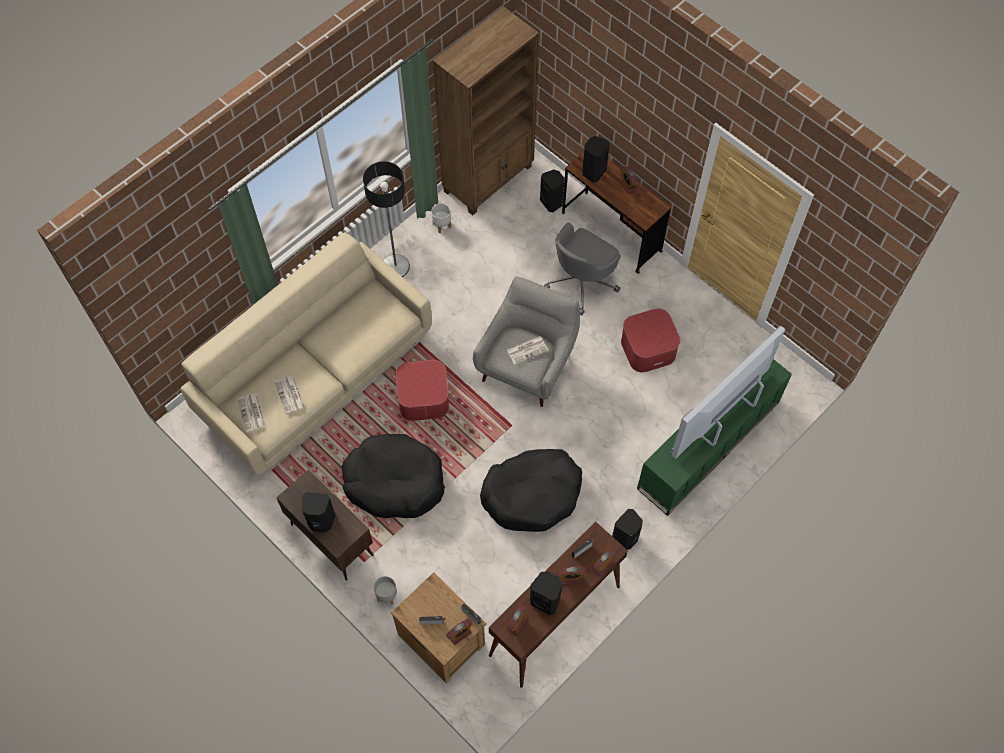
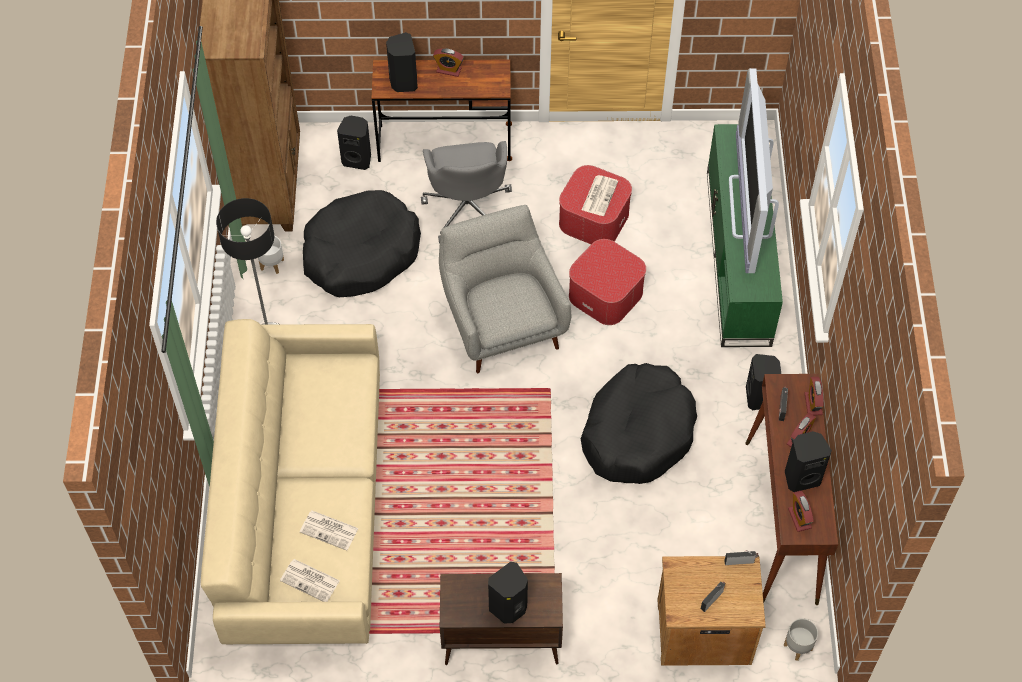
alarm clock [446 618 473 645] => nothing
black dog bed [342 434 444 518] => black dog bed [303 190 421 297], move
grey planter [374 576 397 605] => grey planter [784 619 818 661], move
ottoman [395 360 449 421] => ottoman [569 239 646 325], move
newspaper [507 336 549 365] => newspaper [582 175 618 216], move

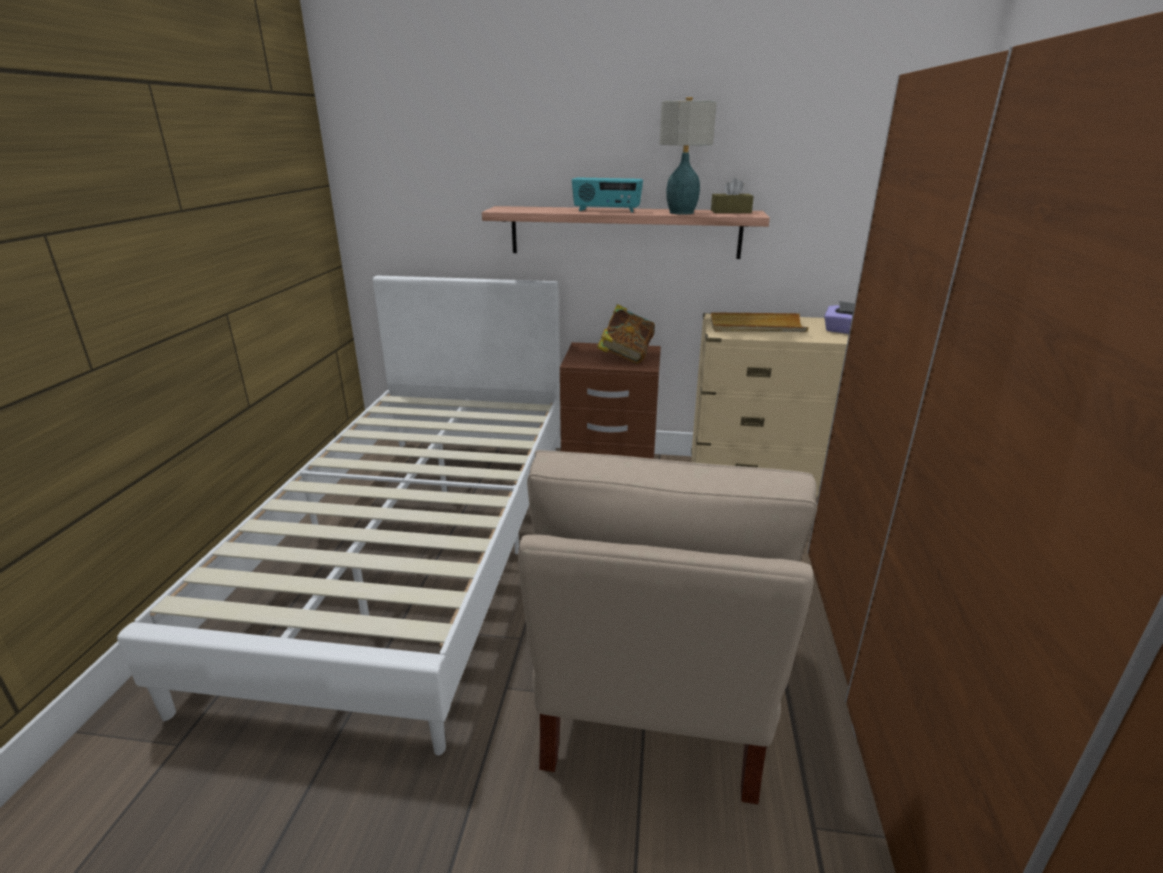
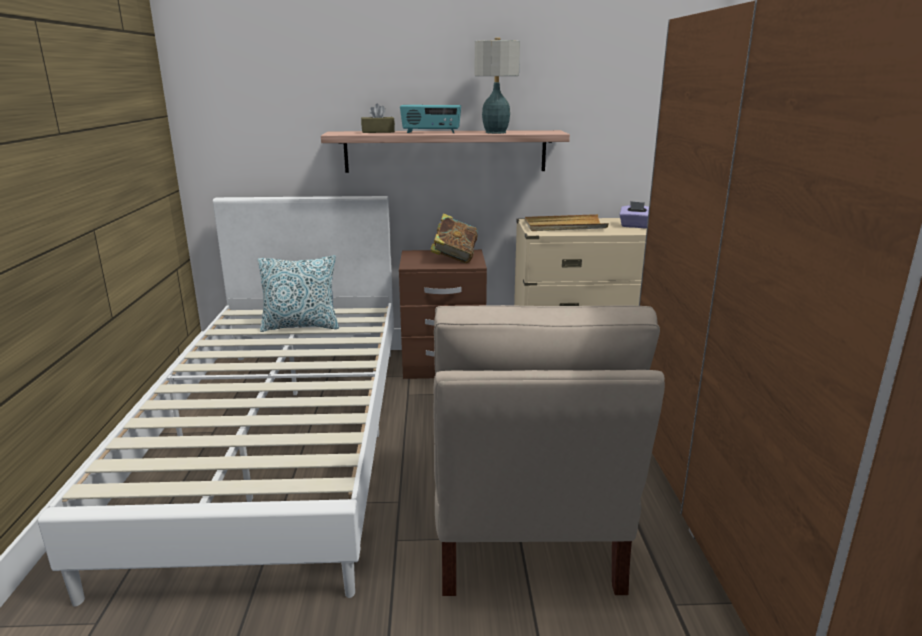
nothing => pillow [258 255 339 332]
brown tissue box [711 178 754 213] => brown tissue box [361 104 395 133], move

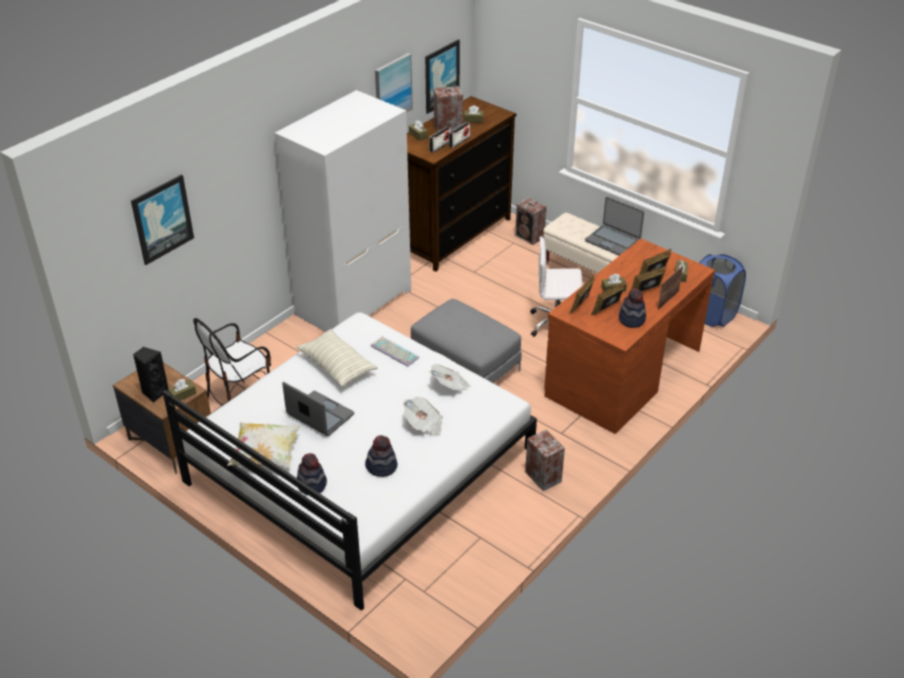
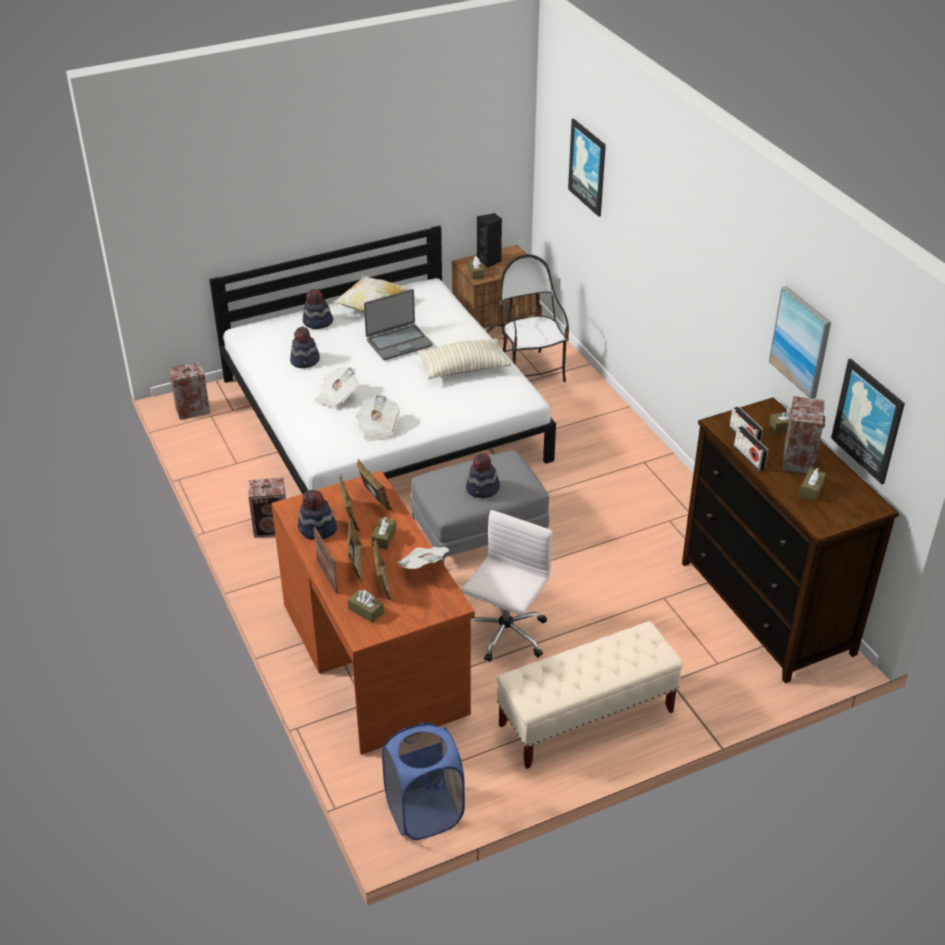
white wardrobe [275 90 411 332] => nothing
keyboard [371 336 419 367] => nothing
laptop [585 197 644 255] => nothing
nothing => newspaper [397 547 450 569]
nothing => hat [466 453 500 498]
speaker [515 197 547 245] => speaker [169 361 210 420], move

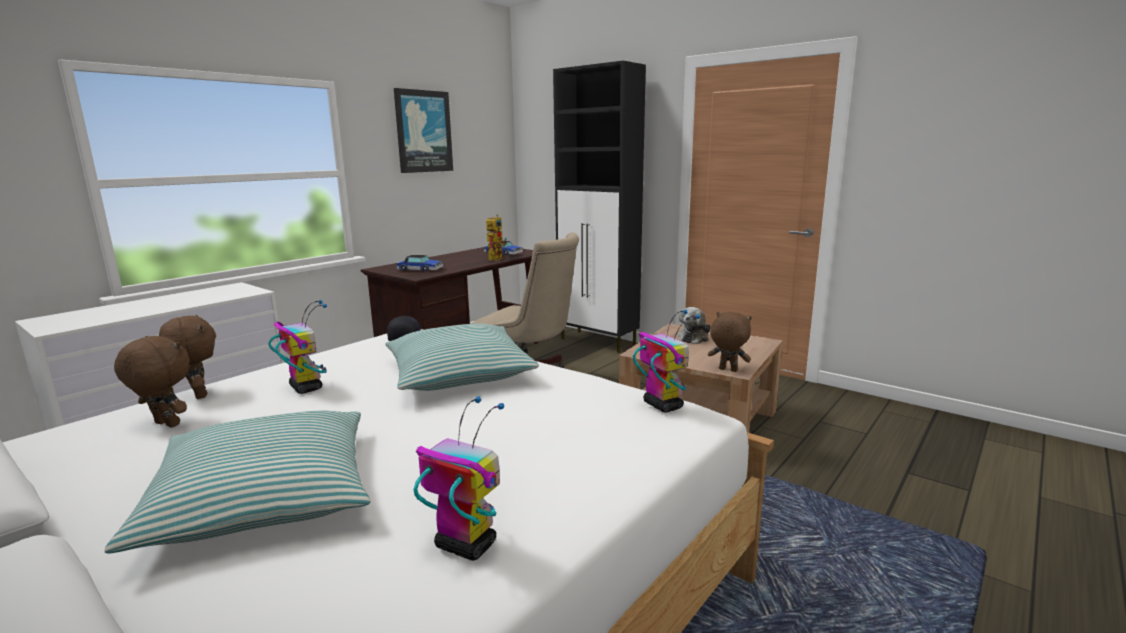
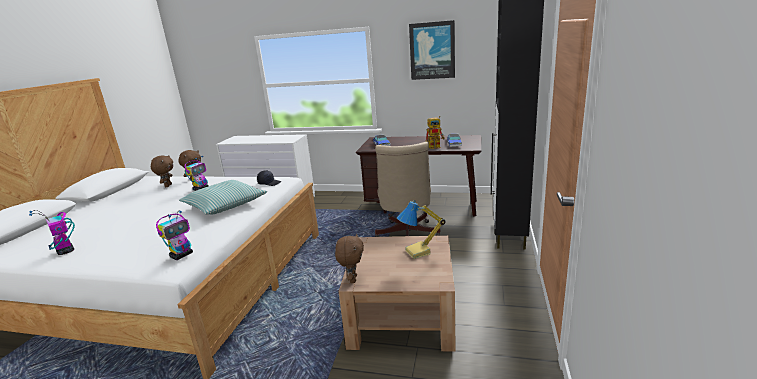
pillow [104 411 370 554] => nothing
plush toy [678 307 711 344] => table lamp [397 200 446 259]
toy robot [413 396 504 561] => toy robot [29 210 75 255], 135 degrees clockwise

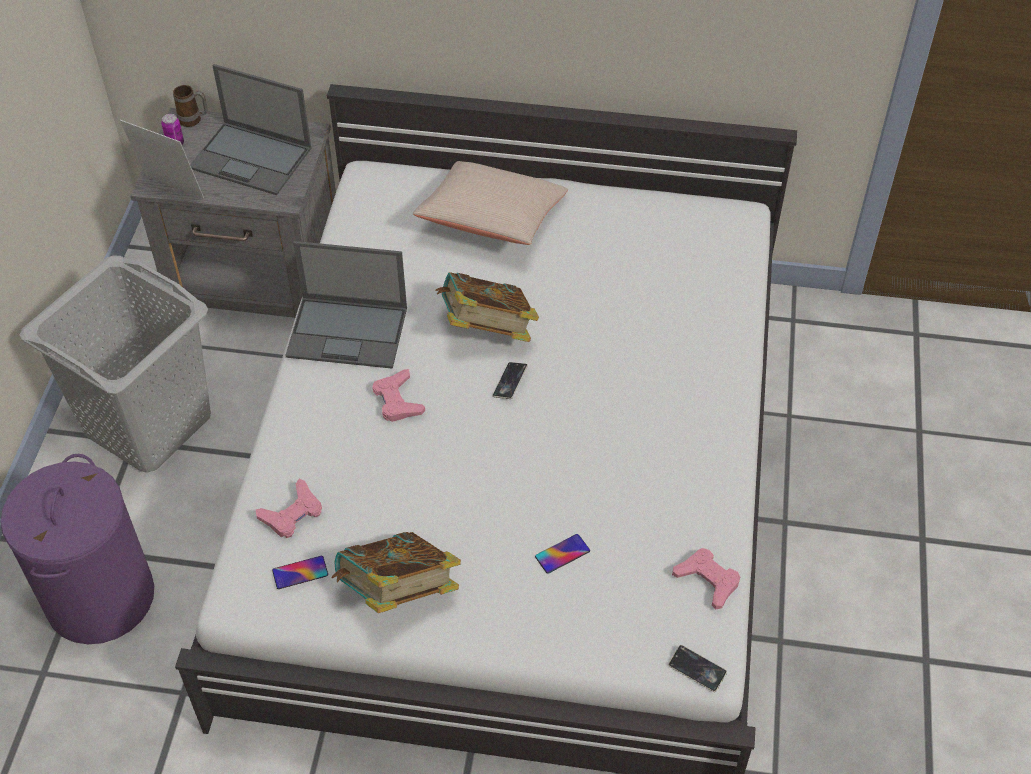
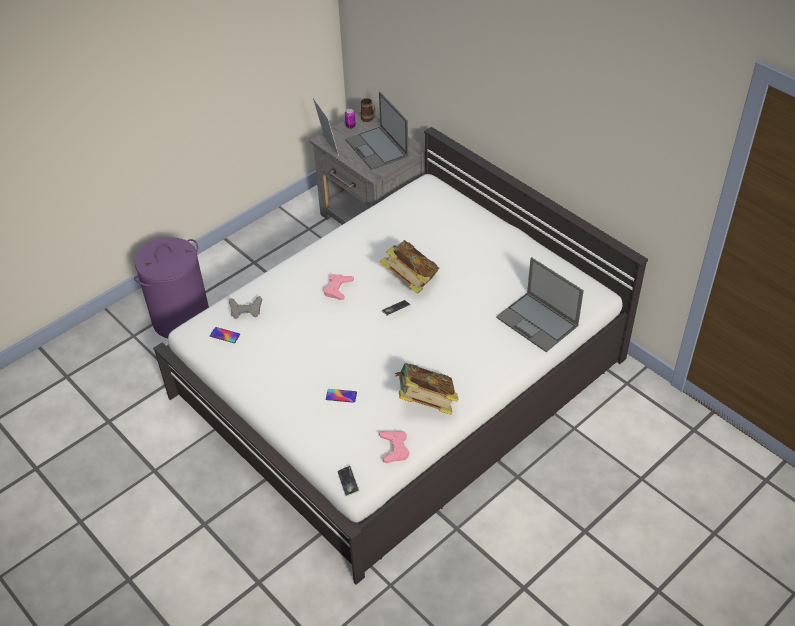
grey laundry basket [20 255 211 473] => nothing
beige pillow [413 161 568 245] => nothing
laptop [285 241 407 369] => laptop [496 257 584 352], move
book [331 532 461 613] => book [395 363 459 415], move
pink game controller [256 479 322 538] => grey game controller [229 296 262 319]

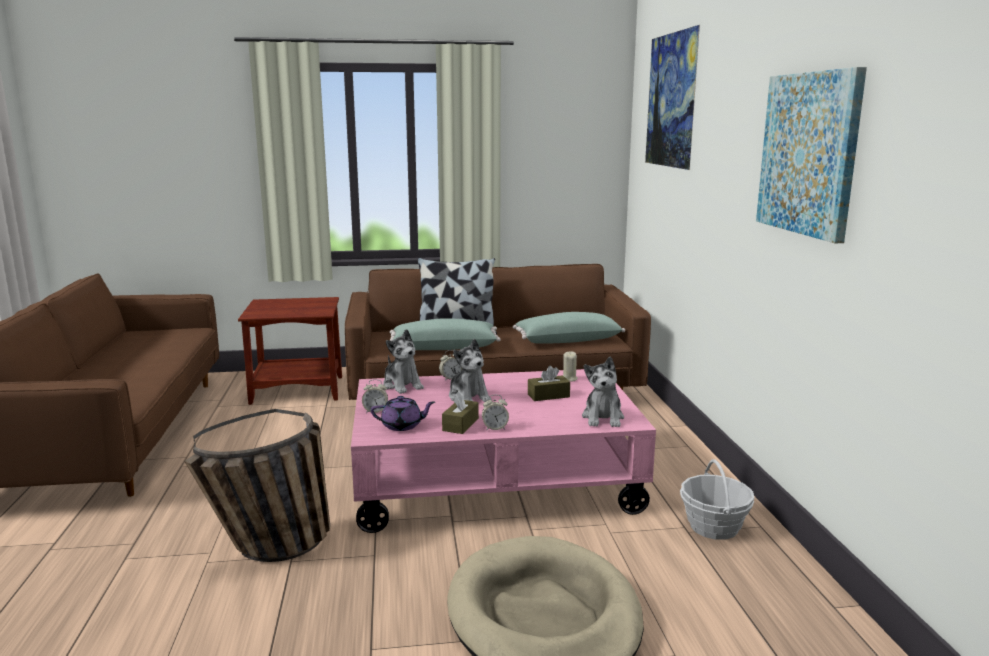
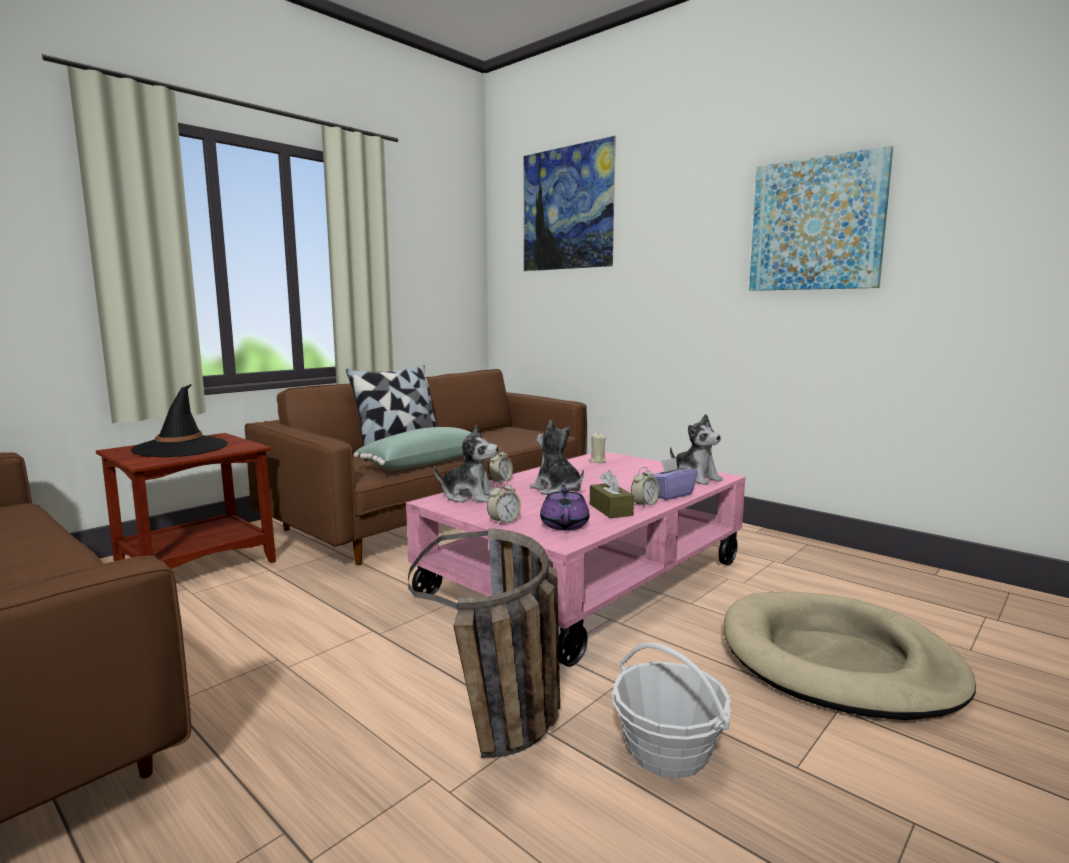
green pillow [513 312 625 344] => nothing
brown tissue box [528 366 570 401] => nothing
nothing => black hat [131 384 228 457]
nothing => purple tissue box [654 458 698 500]
basket [680 459 754 540] => basket [612 642 731 778], move
purple teapot [371 396 435 431] => purple teapot [540 485 589 531], 45 degrees counterclockwise
plush toy [449 339 491 402] => plush toy [530 420 584 495], 150 degrees counterclockwise

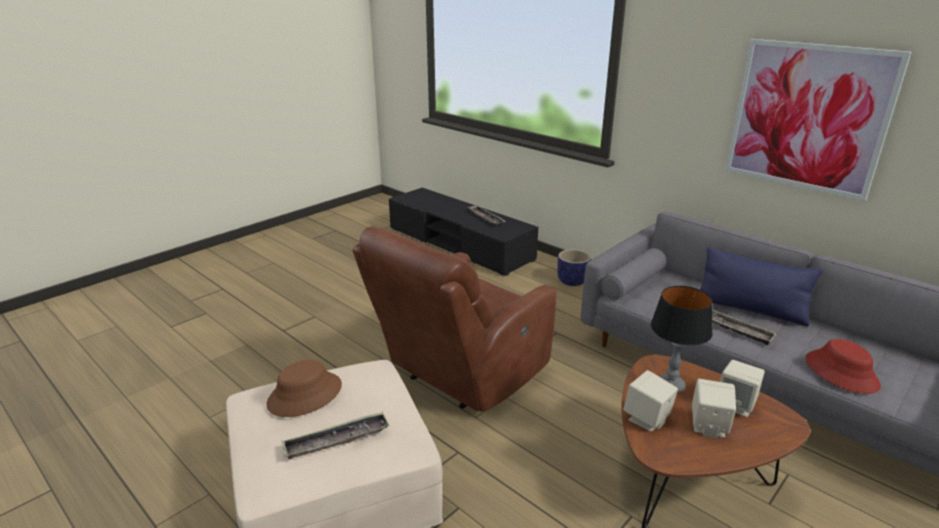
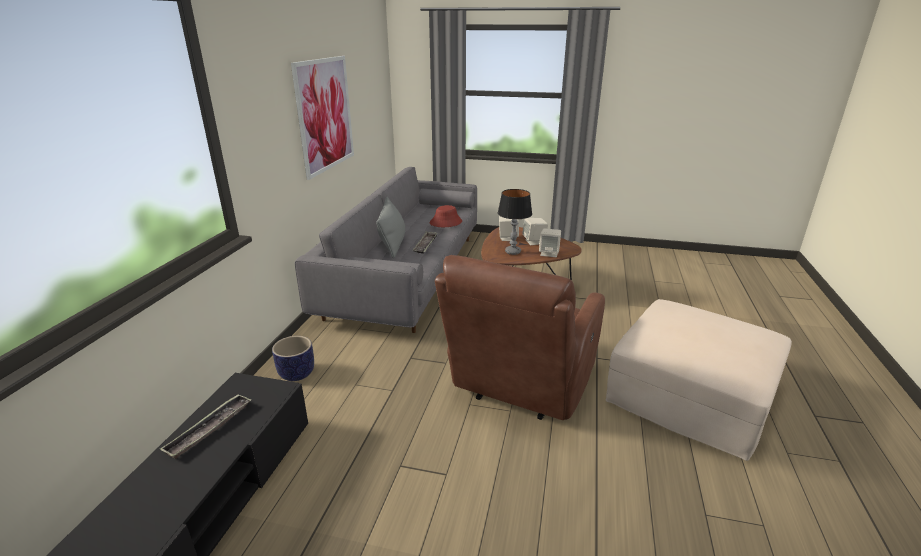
brown hat [267 359 342 417] => nothing
tray [281 412 390 459] => nothing
blue pillow [700 247 823 326] => grey pillow [376 197 405 258]
brown armchair [352 226 557 412] => brown armchair [435 255 605 420], 105 degrees clockwise

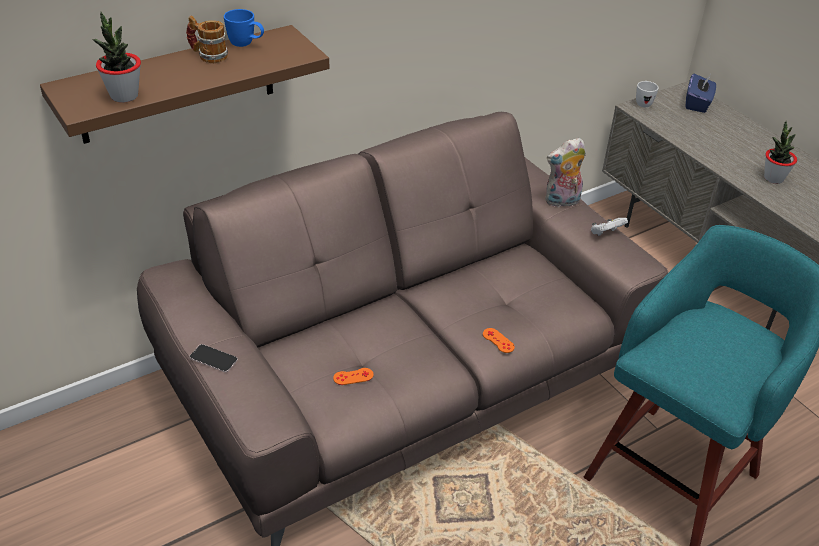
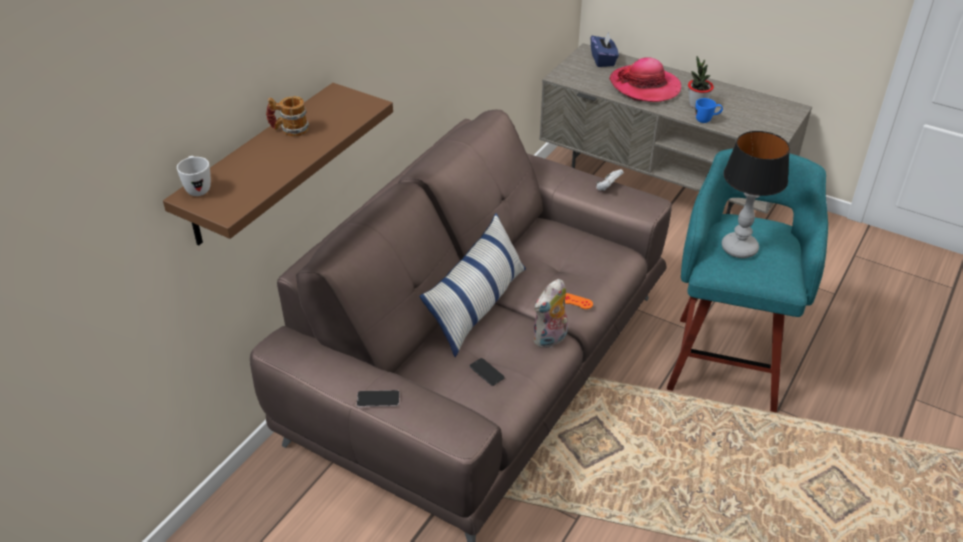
potted plant [92 12 141 103] => nothing
nothing => pillow [419 213 526 357]
nothing => hat [609 58 681 102]
nothing => table lamp [722 131 790 258]
blue mug [224 9 264 47] => blue mug [695 98 723 123], move
plush toy [545 138 586 208] => plush toy [534 279 568 348], move
white mug [636 81 659 107] => white mug [177 156 211 196], move
orange game controller [333 368 374 385] => phone [470 358 505 386]

